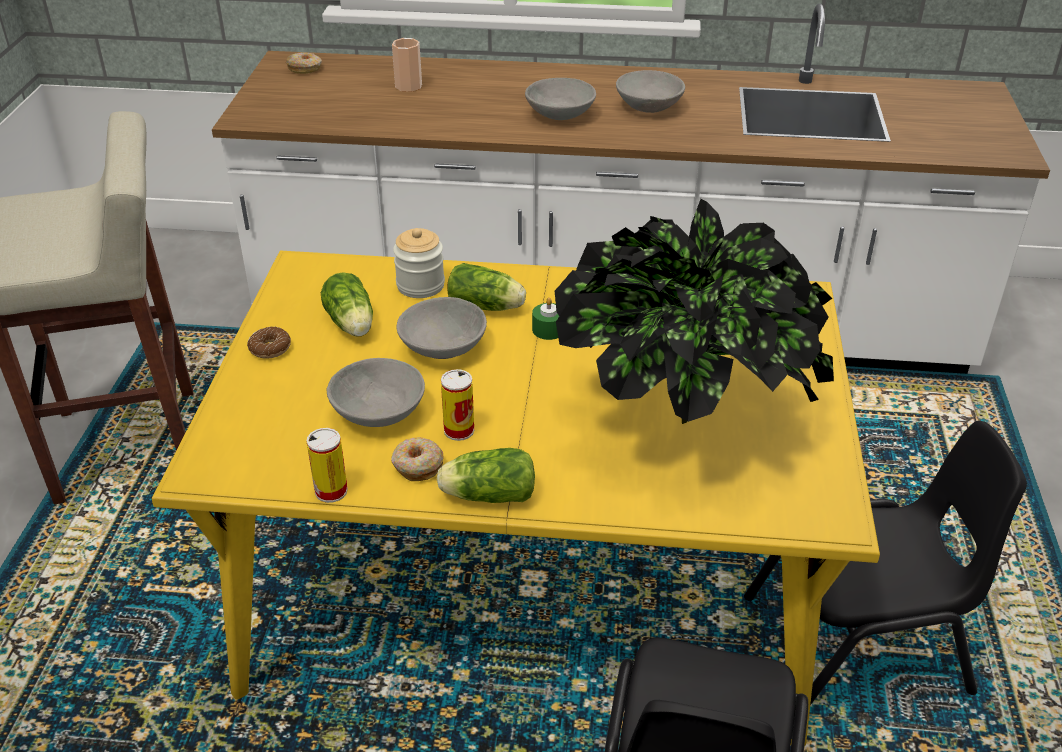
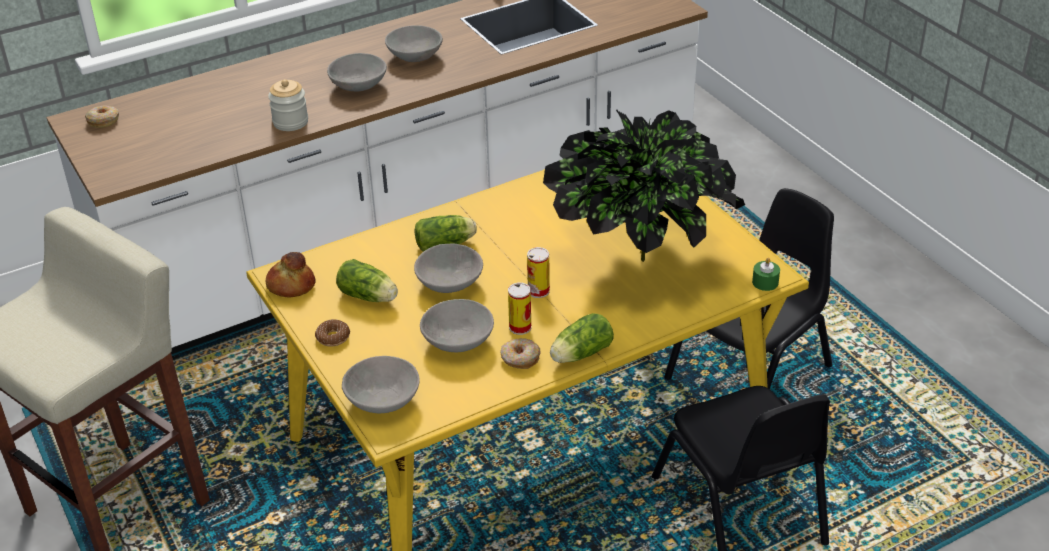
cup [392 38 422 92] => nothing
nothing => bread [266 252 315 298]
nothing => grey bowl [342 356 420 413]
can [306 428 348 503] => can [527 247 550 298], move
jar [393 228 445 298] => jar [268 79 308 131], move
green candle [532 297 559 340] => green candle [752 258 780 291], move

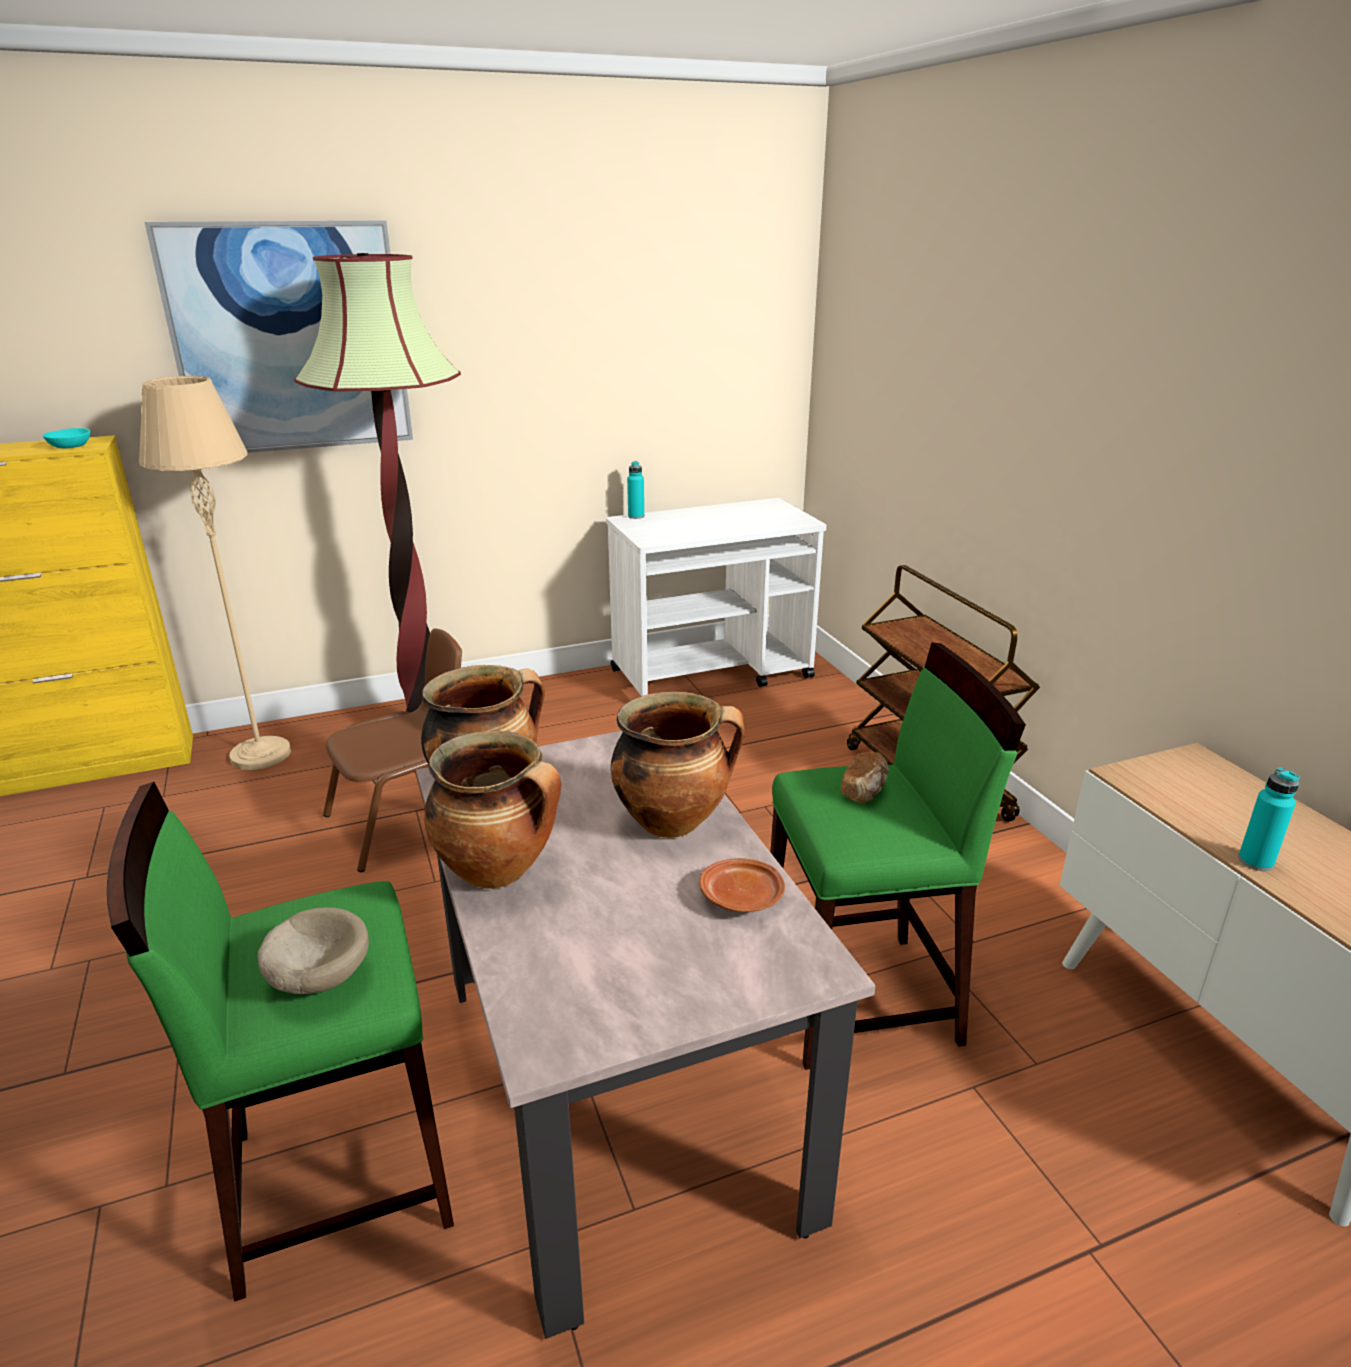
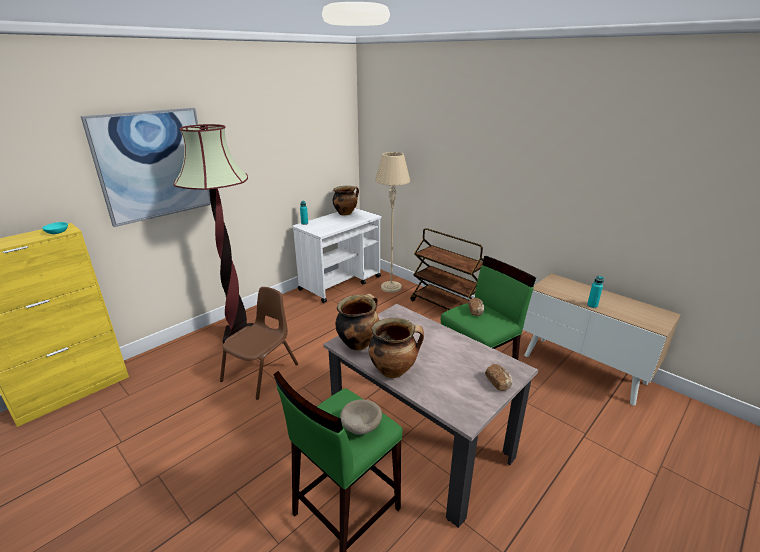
brown plate [699 858 785 912] => nothing
nothing => bread [485 364 512 391]
beige floor lamp [138 376 291 770] => beige floor lamp [375 152 410 293], move
cooking pot [611 692 745 838] => cooking pot [333 186 359 215], move

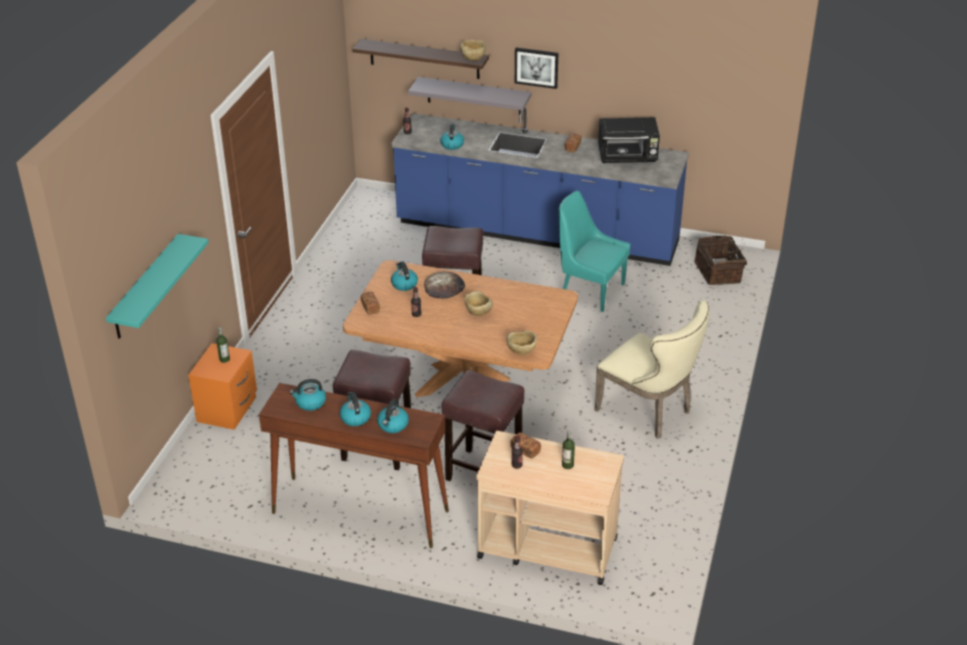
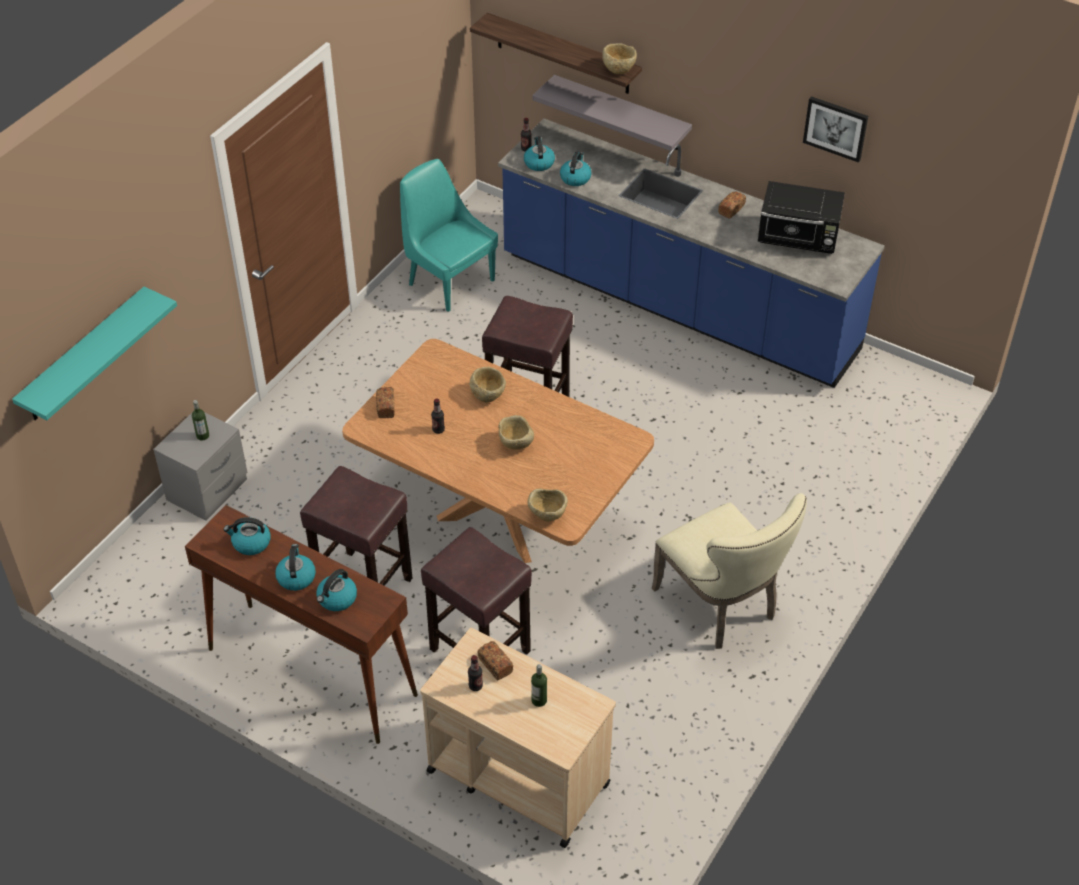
basket [694 235 747 285] => nothing
kettle [391 261 418 291] => kettle [524 136 555 171], move
picture [515 48 558 89] => picture [803 96 868 163], move
turquoise chair [558 191 630 312] => turquoise chair [400 159 498 312], move
bread [424 272 465 299] => beige bowl [470 367 506 402]
orange nightstand [188 343 257 430] => grey nightstand [153 413 247 521]

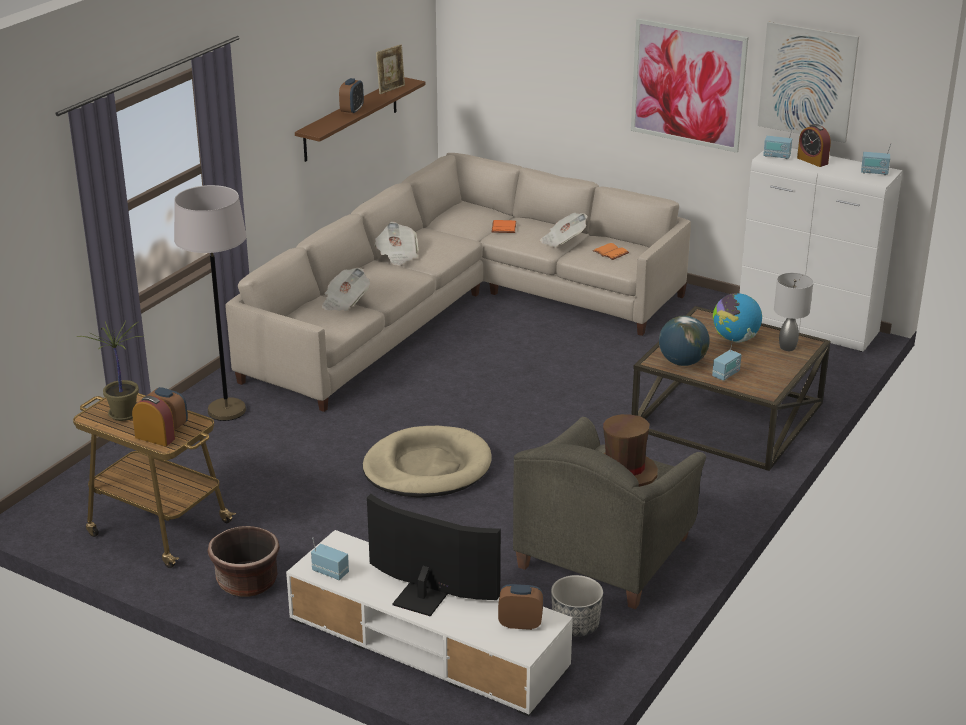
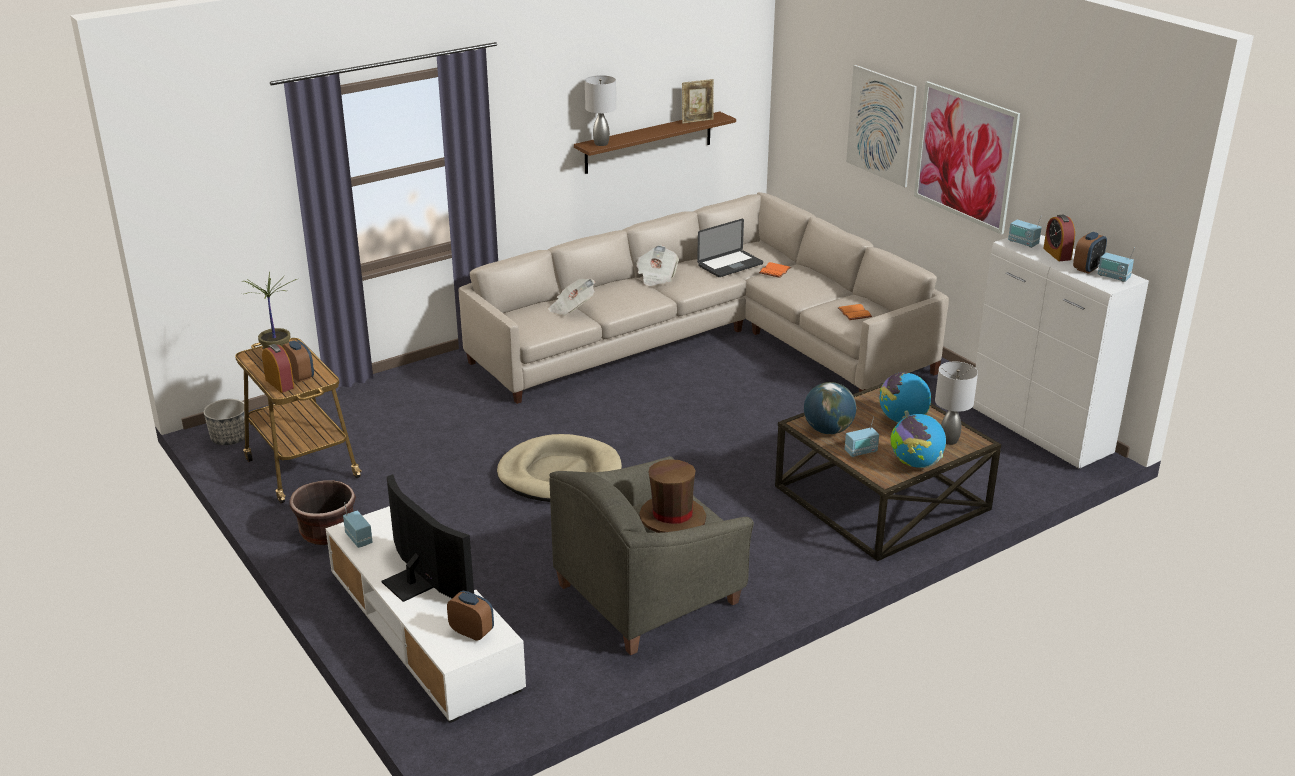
grey floor lamp [174 185 247 421] => nothing
newspaper [540 213 588 248] => nothing
nothing => grey table lamp [585 75 616 146]
nothing => laptop [697 219 763 277]
nothing => globe [891 414 946 468]
alarm clock [339 78 364 114] => alarm clock [1073 232 1107 274], move
planter [551 575 603 636] => planter [204 399 245 445], move
picture [758 21 859 143] => picture [846 65 917 187], move

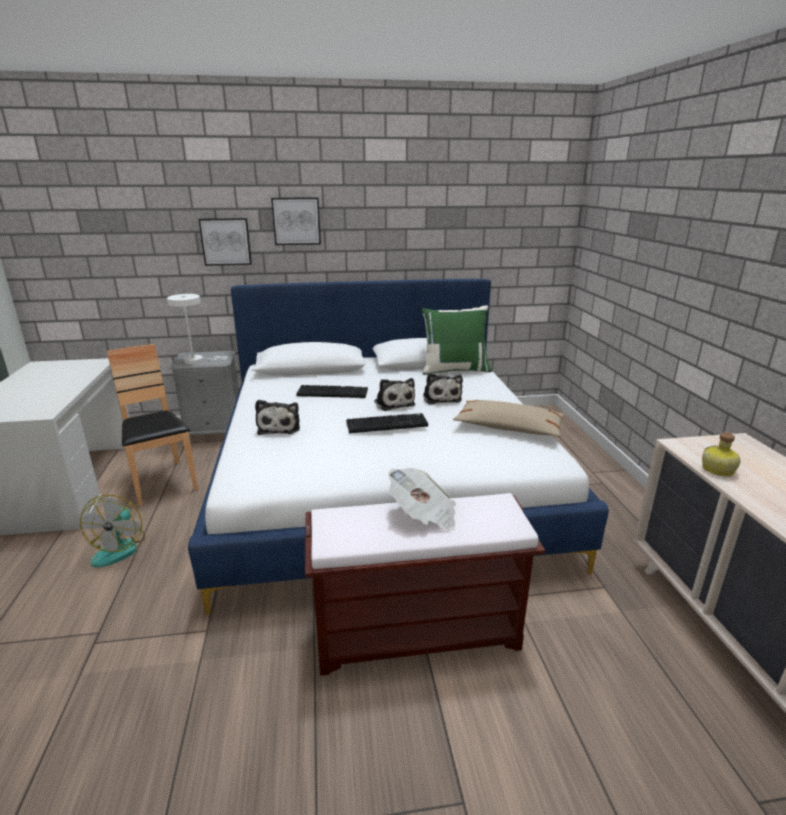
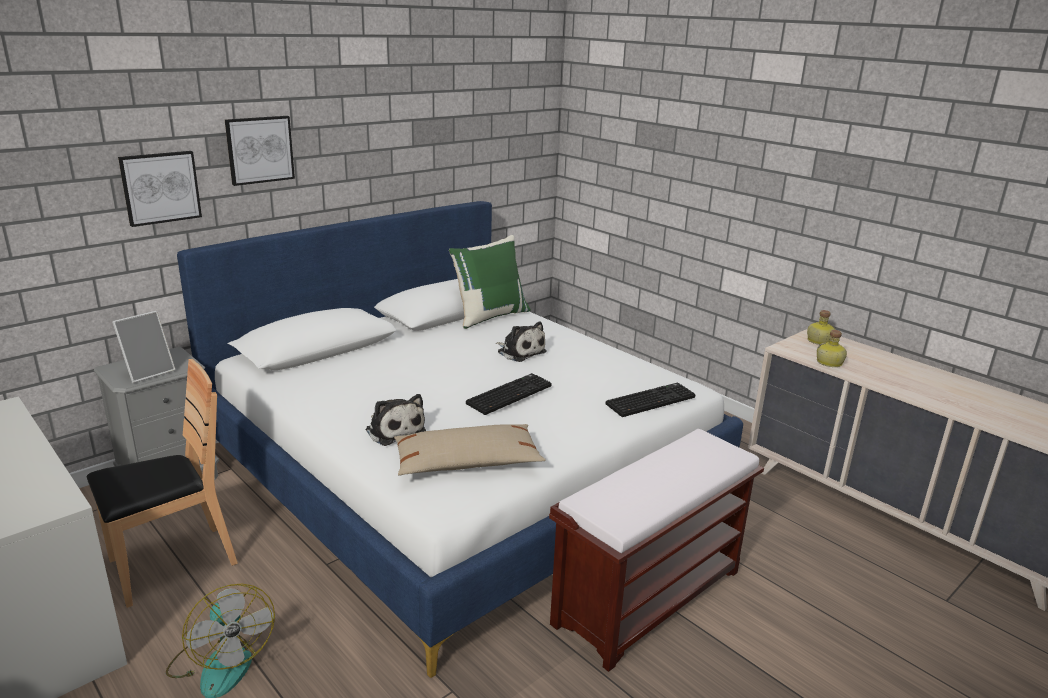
plush toy [374 378 415 411] => nothing
newspaper [388 468 456 531] => nothing
nothing => bottle [807 310 835 345]
keyboard [296 385 368 398] => keyboard [605 383 696 417], move
beige pillow [453 400 565 437] => beige pillow [394 424 546 476], move
white table lamp [167 294 228 364] => picture frame [112 311 176 383]
brown chair [107 344 198 506] => brown chair [87 359 238 608], 120 degrees clockwise

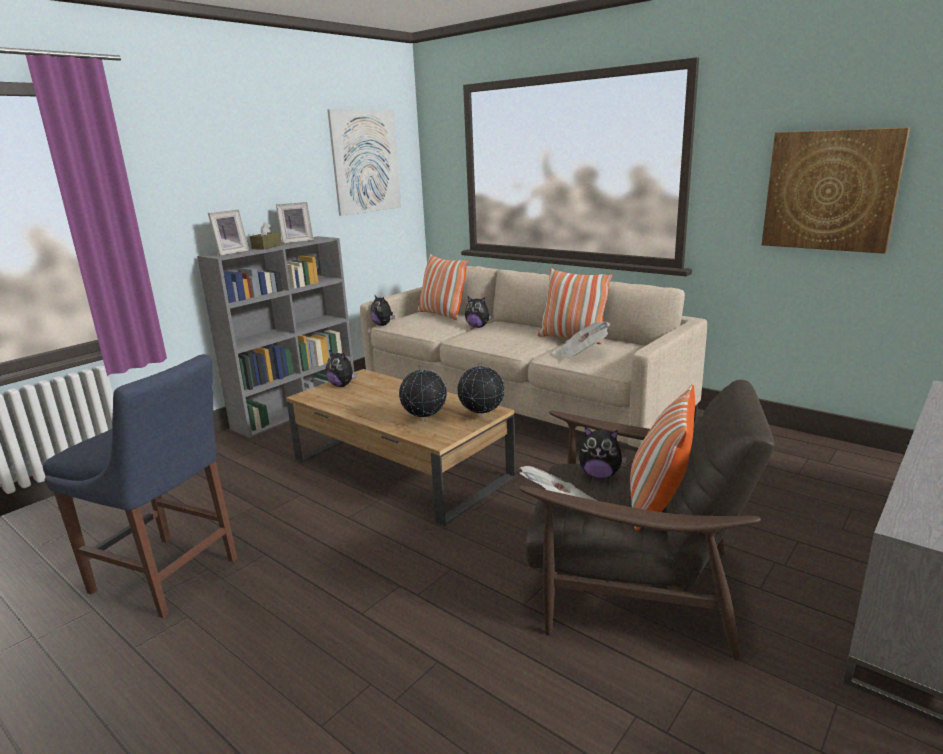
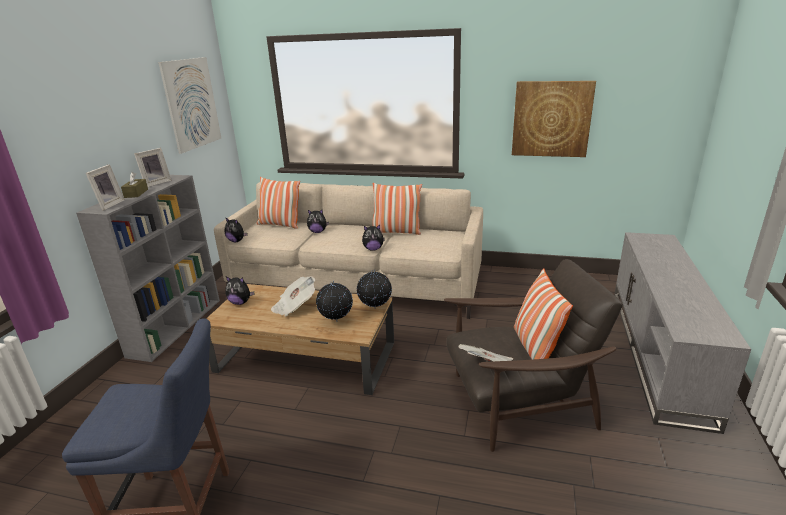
newspaper [552 322 611 359] => newspaper [271 276 316 316], move
plush toy [579 427 627 479] => plush toy [362 225 385 251], move

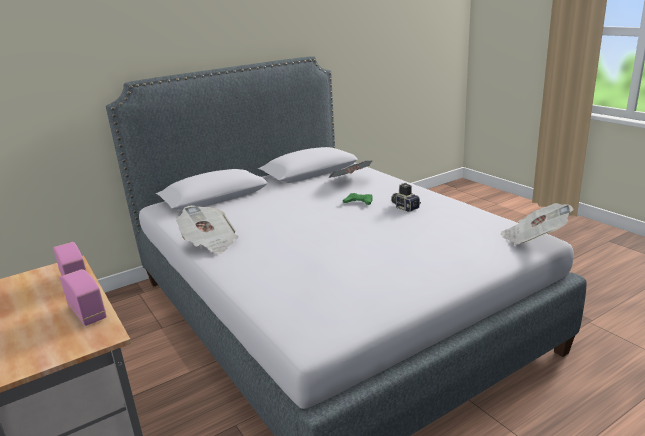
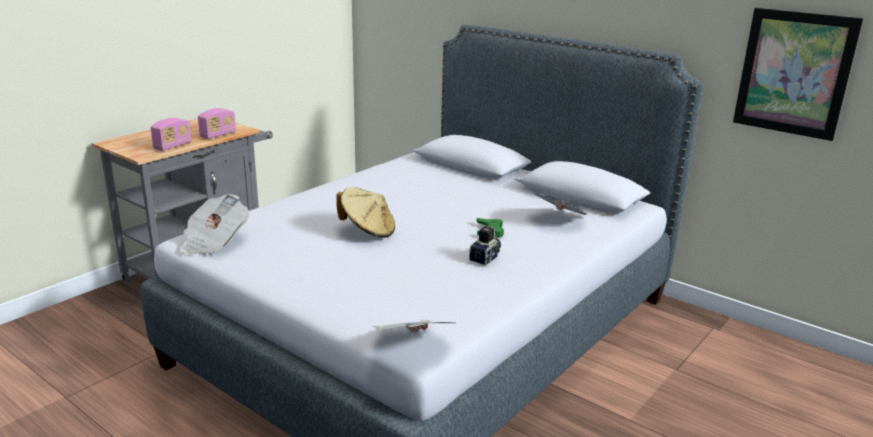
nothing => beige hat [337 187 395 238]
nothing => picture [733 8 863 141]
newspaper [176 205 238 254] => newspaper [180 194 249 254], move

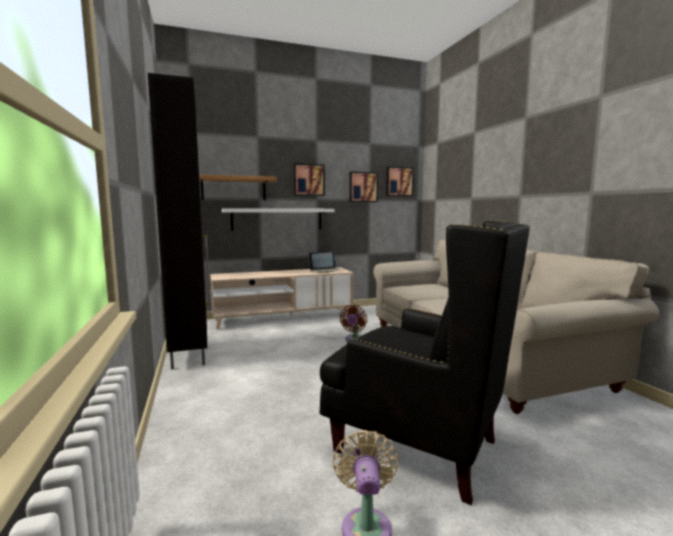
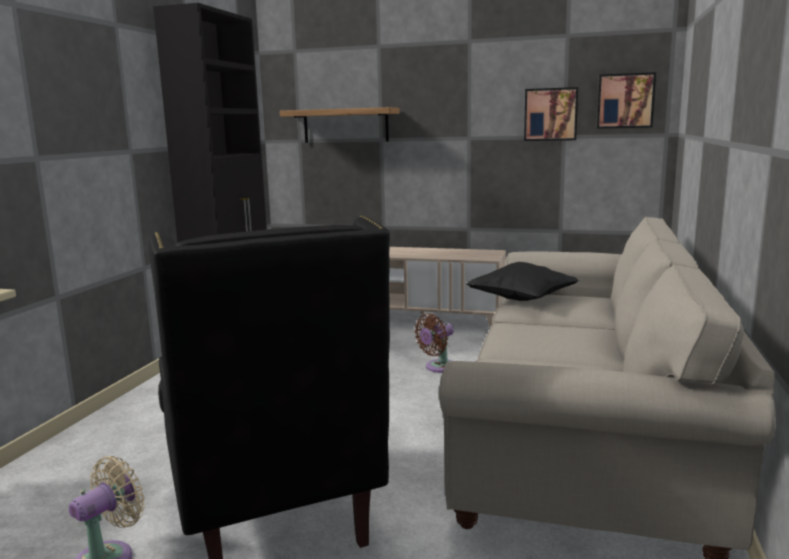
white shelf [222 208 335 231] => nothing
picture [294 163 325 196] => nothing
laptop [309 252 339 273] => nothing
nothing => black pillow [466 262 579 301]

